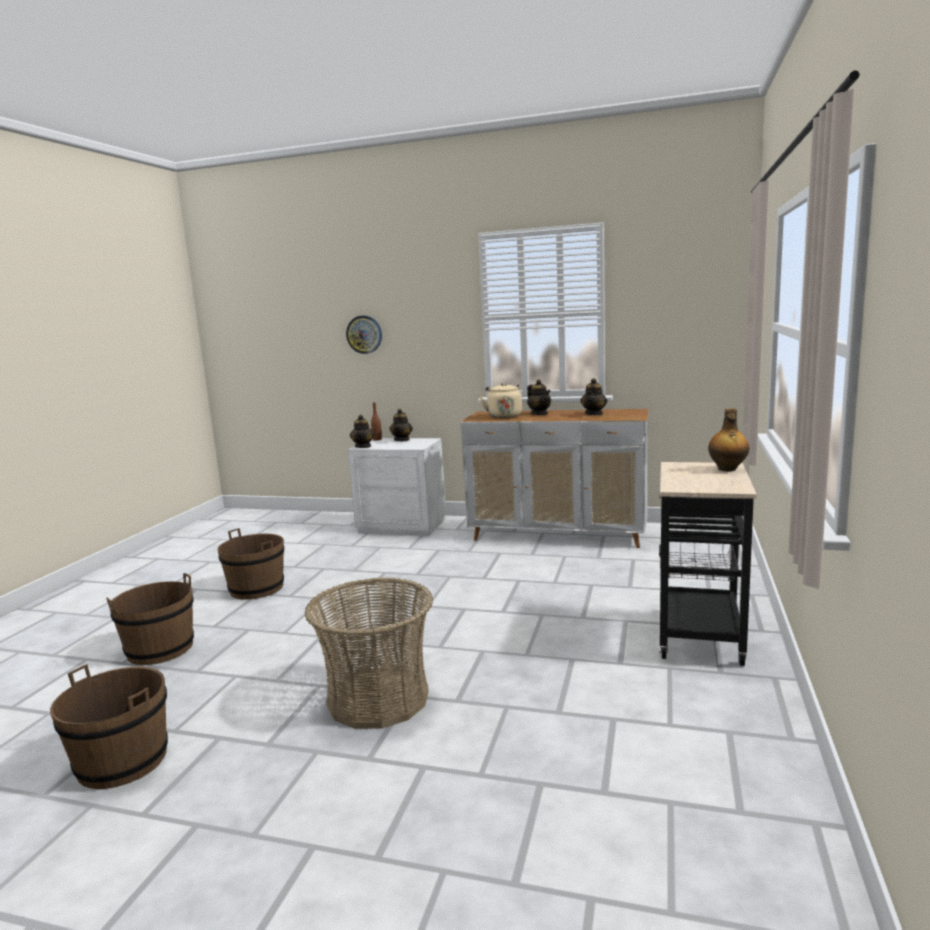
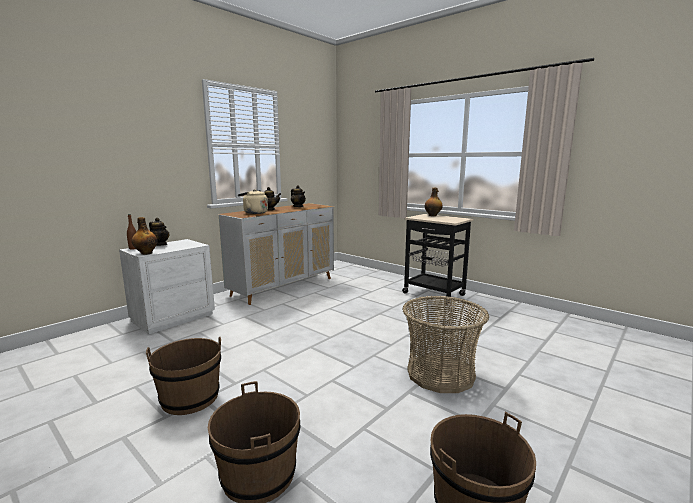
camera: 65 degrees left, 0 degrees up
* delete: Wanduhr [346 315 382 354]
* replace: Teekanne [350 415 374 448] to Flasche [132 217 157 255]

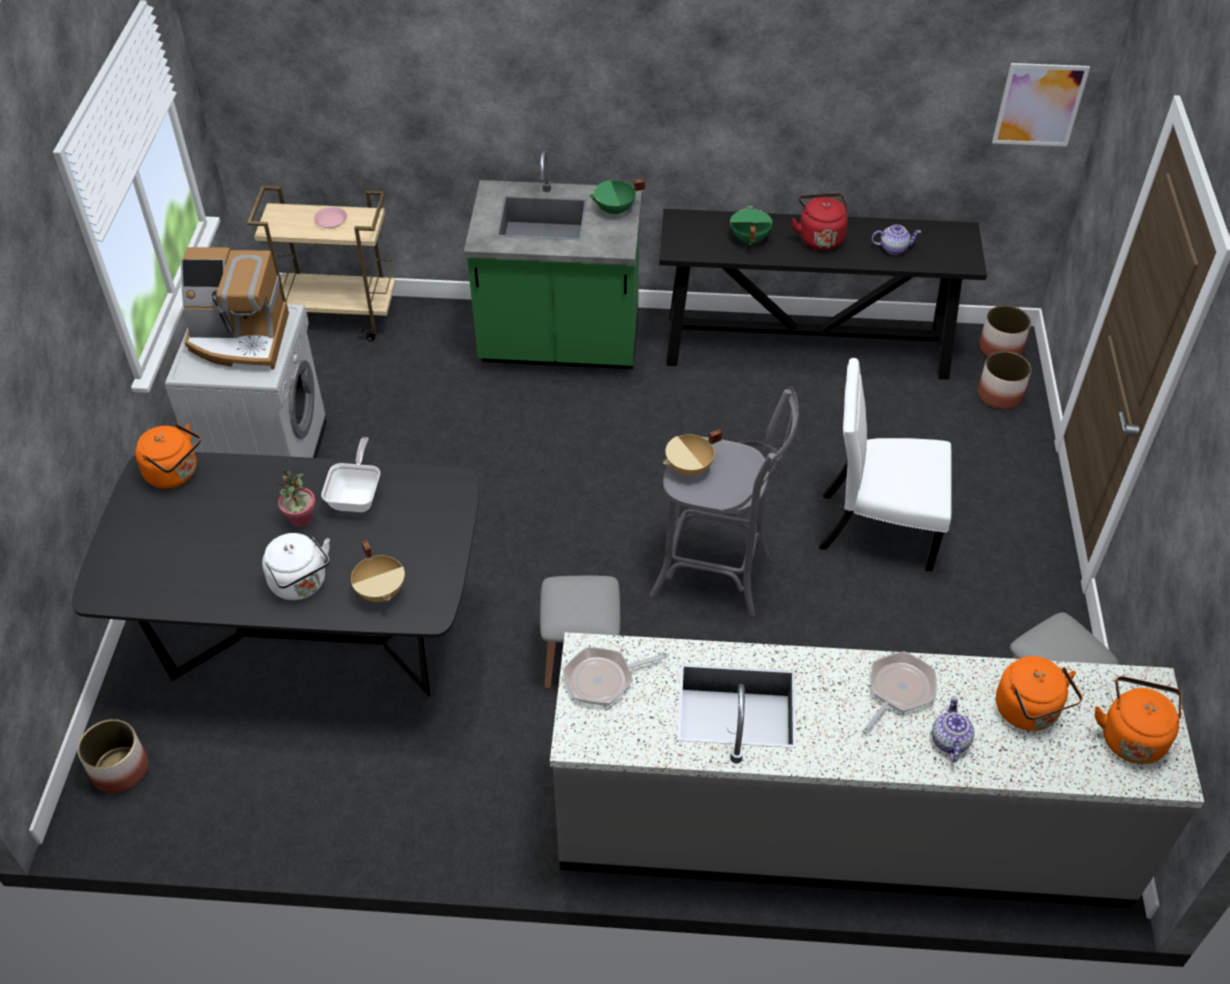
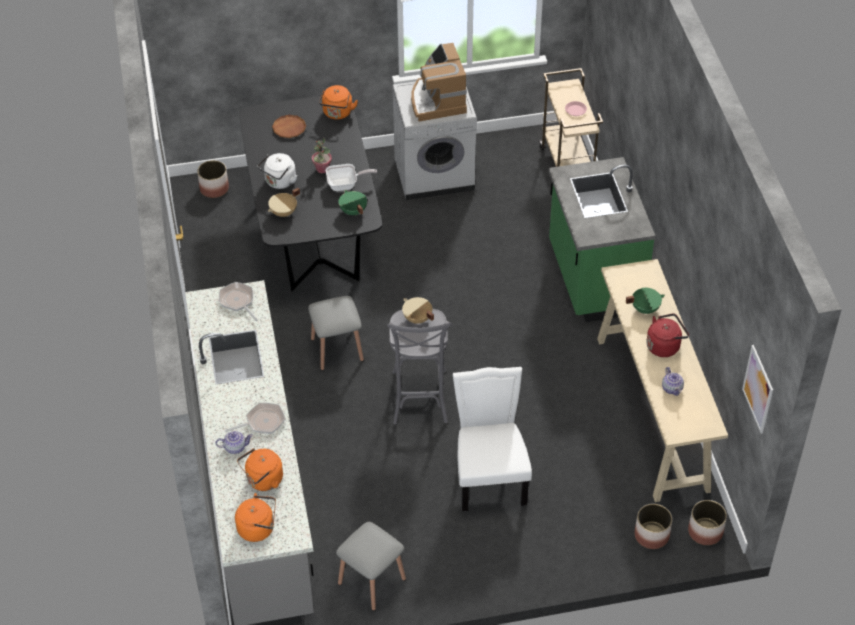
camera: 75 degrees right, 0 degrees up
* move: Kochtopf [grün] [589 179 645 216] to [338 190 367 216]
* recolor: Konsolentisch [schwarz] [659 209 987 380] to Konsolentisch [beige] [597 259 728 502]
* rotate: Pfanne [862 651 937 734] = [225 403 285 434] 45 degrees counterclockwise
* insert: Teller [braun] [272 115 306 138]

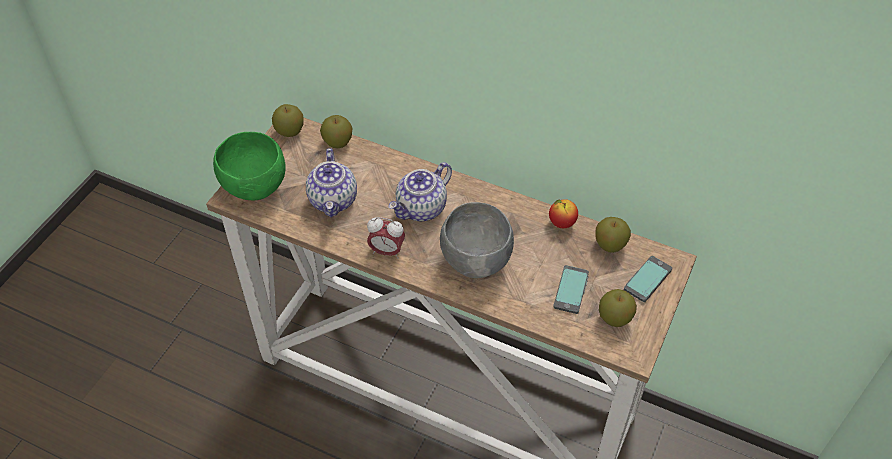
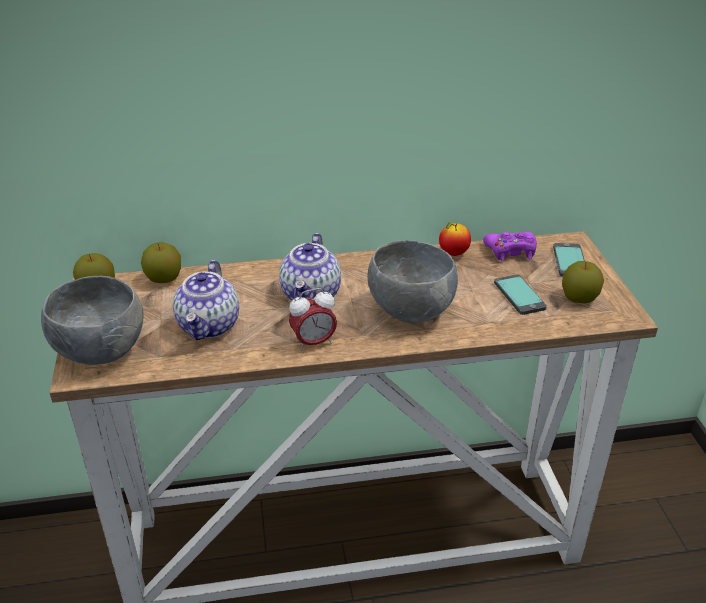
camera: 35 degrees left, 15 degrees down
* recolor: Schüssel [grün] [213 132 286 200] to Schüssel [grau] [41 276 143 365]
* rotate: Teekanne [306 148 357 217] = [173 260 239 340] 45 degrees clockwise
* replace: Apfel [596 217 631 253] to Gamepad [lila] [483 232 537 261]

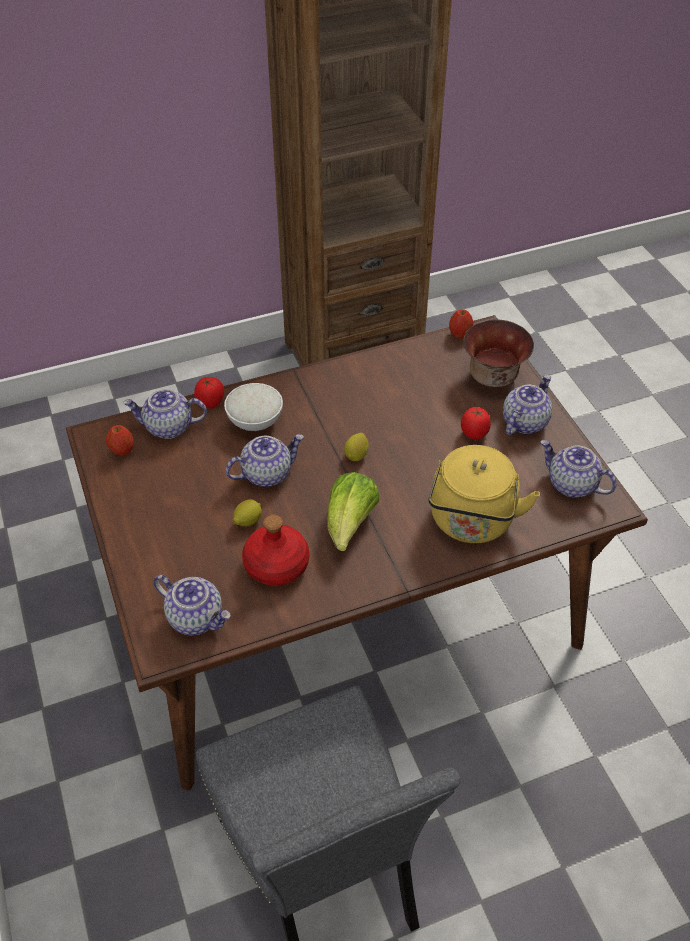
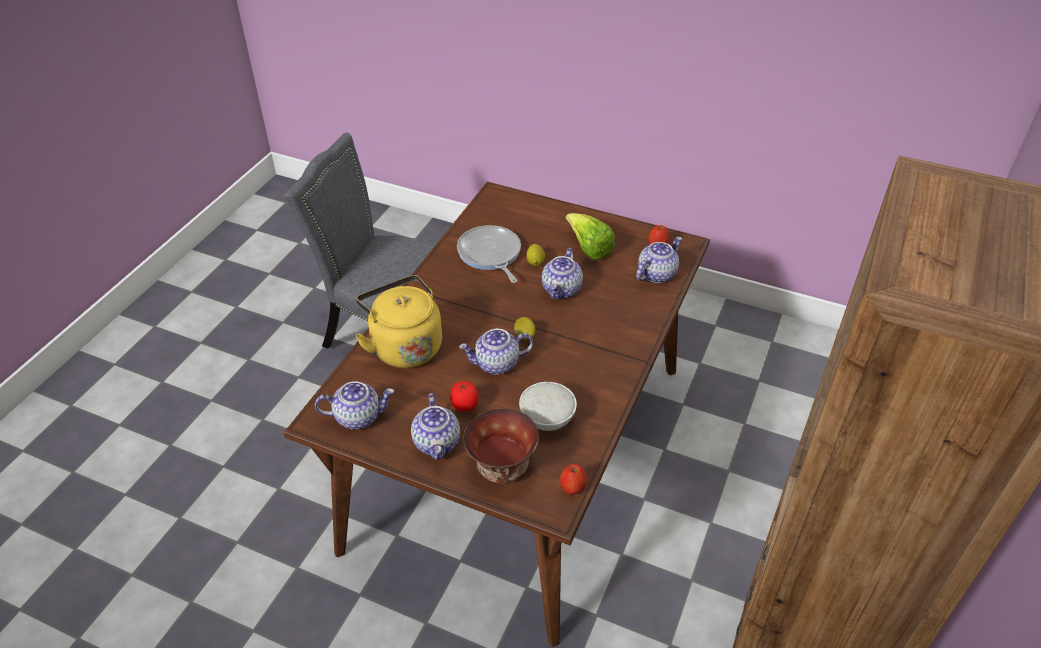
camera: 135 degrees right, 5 degrees down
* move: Teekanne [153 575 231 636] to [459 329 533 375]
* delete: Tomate [194 377 224 408]
* move: Schüssel [weiß] [224 383 283 431] to [519 382 577 431]
* replace: Flasche [rot] [242 514 309 586] to Pfanne [457 225 521 283]
* move: Salatkopf [327 472 379 551] to [566 213 615 260]

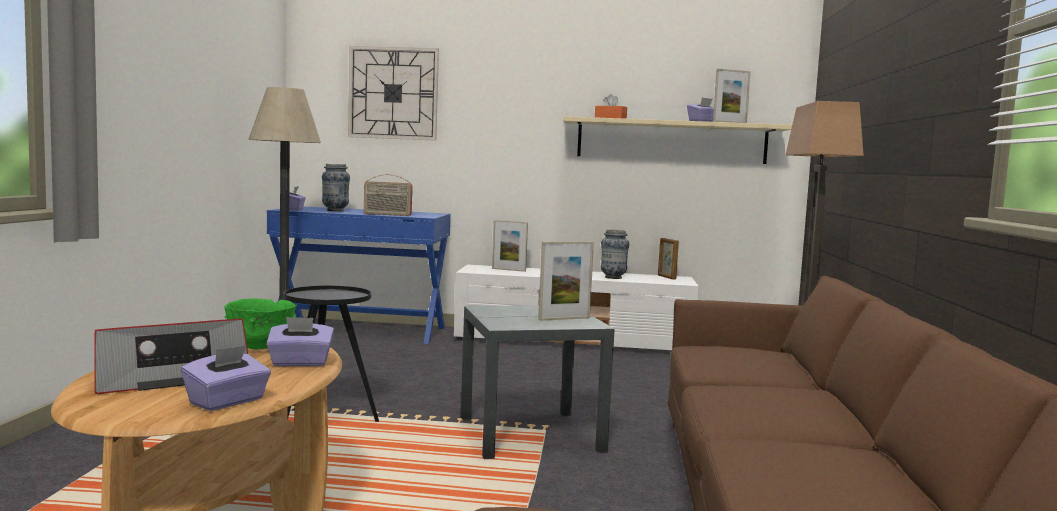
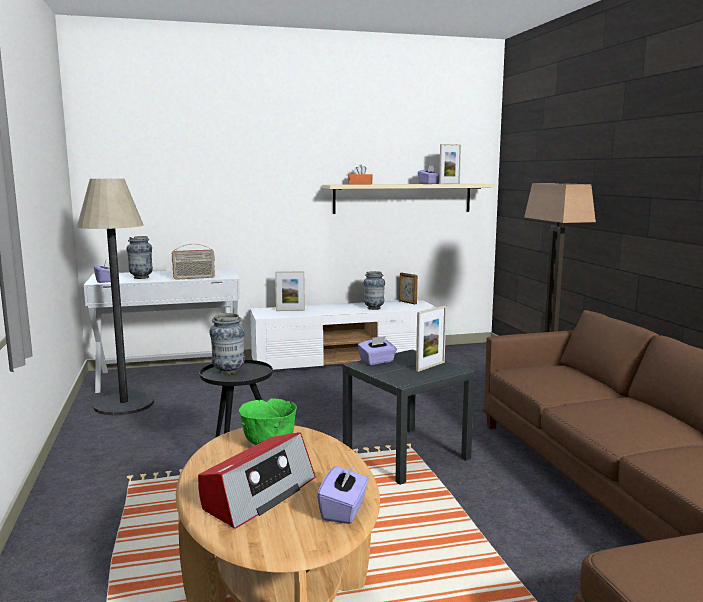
camera: 20 degrees left, 5 degrees up
* move: Taschentuchbox [lila] [266 317 334 366] to [358 336 397 365]
* recolor: Konsolentisch [blau] [267 207 451 344] to Konsolentisch [weiß] [83 268 240 393]
* delete: Wanduhr [348 46 439 141]
* insert: Vase [209 313 245 375]

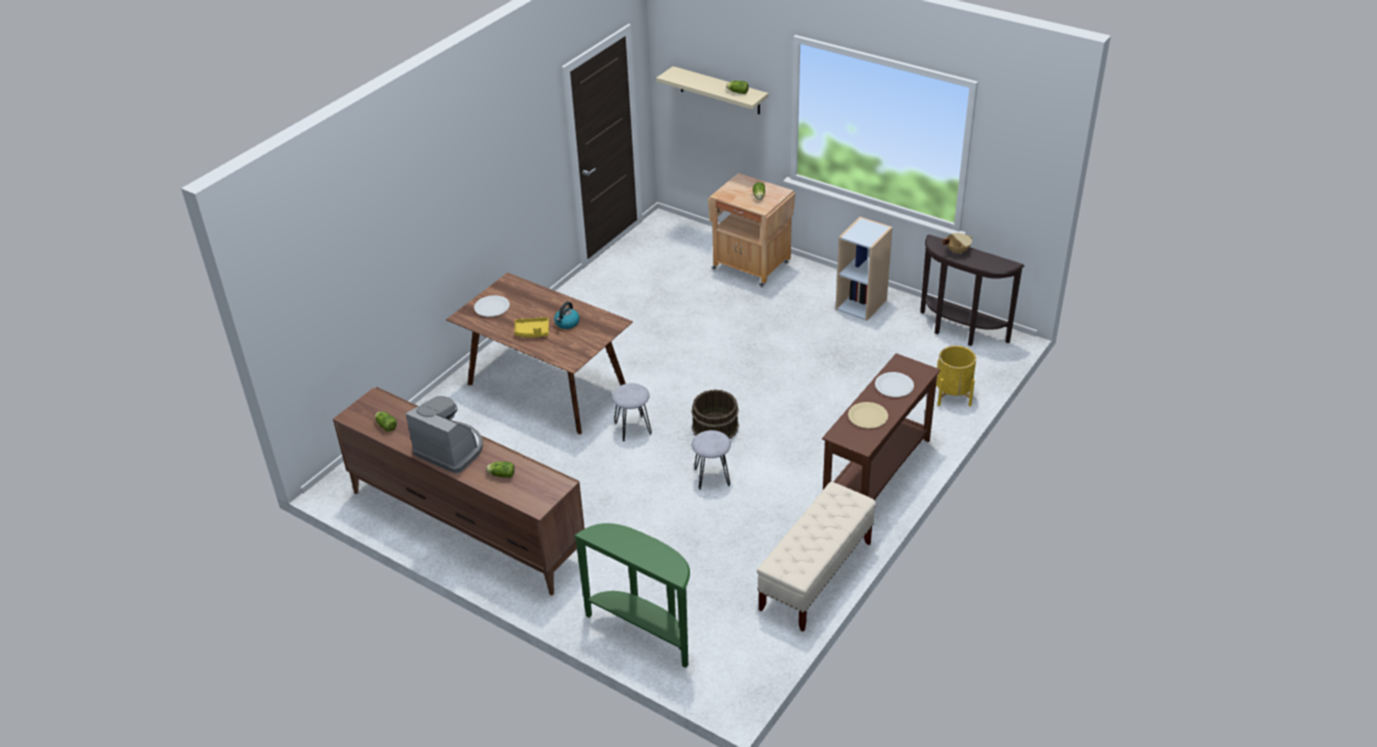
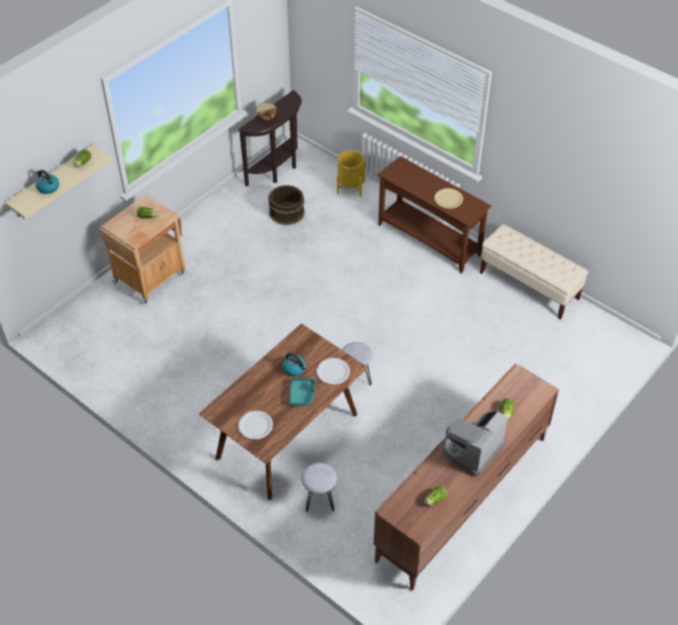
camera: 85 degrees left, 10 degrees up
* recolor: Tablett [gelb] [514 317 549 337] to Tablett [türkis] [289 378 315 406]
* delete: Konsolentisch [grün] [574 523 690 668]
* move: Eimer [braun] [691 390 739 439] to [268 185 305 225]
* move: Hocker [grau] [692 430 731 490] to [301 463 337 512]
* delete: Bücherregal [835 217 893 321]
* move: Teller [weiß] [875 372 914 397] to [317 358 350 385]
* insert: Wasserkessel [36 170 59 194]

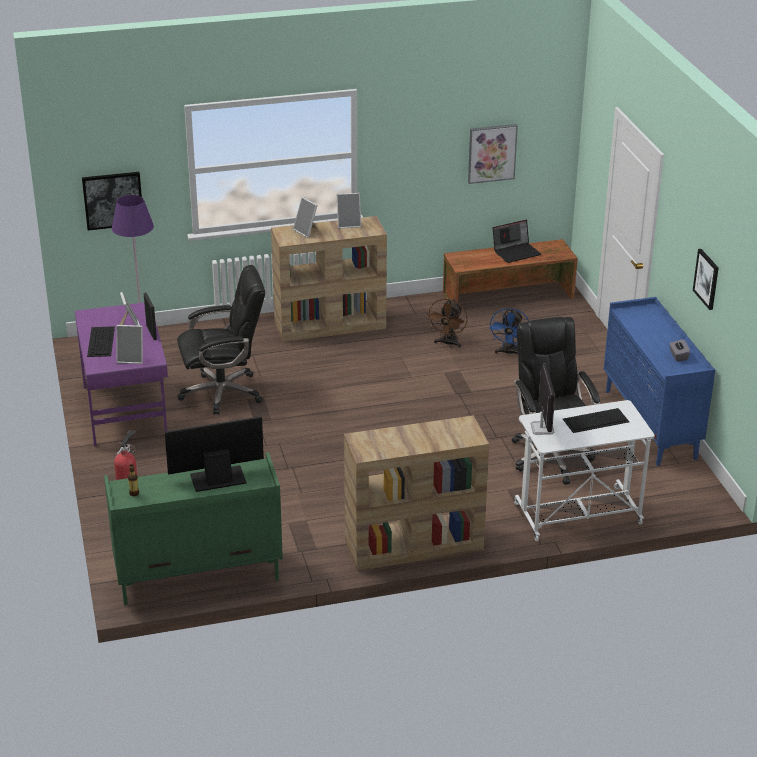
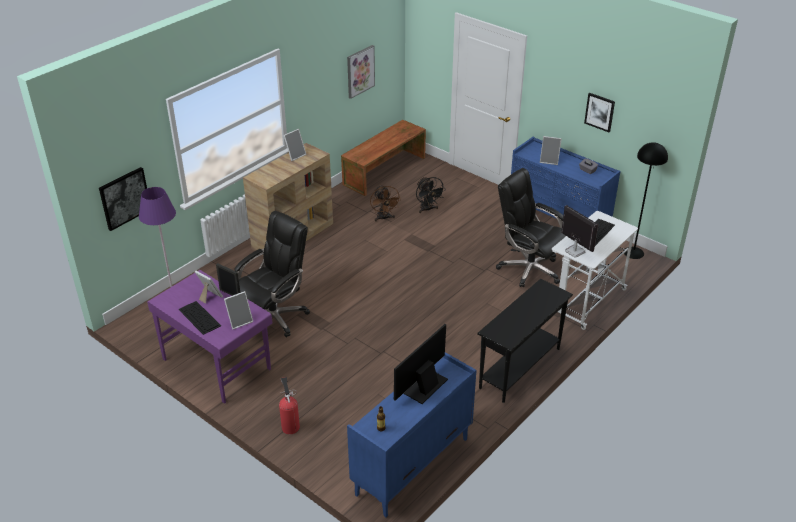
camera: 35 degrees left, 5 degrees up
* recolor: Schrank [grün] [104 452 283 605] to Schrank [blau] [347 352 476 517]
* move: Bilderrahmen [293 197 318 238] to [540 136 562 165]
* replace: Bücherregal [braun] [344 415 489 571] to Konsolentisch [schwarz] [477 279 573 403]
* recolor: Ventilator [blau] [489 307 529 356] to Ventilator [schwarz] [416 177 446 213]
* delete: Laptop [493 219 541 263]
* insert: Stehlampe [schwarz] [623 142 668 259]

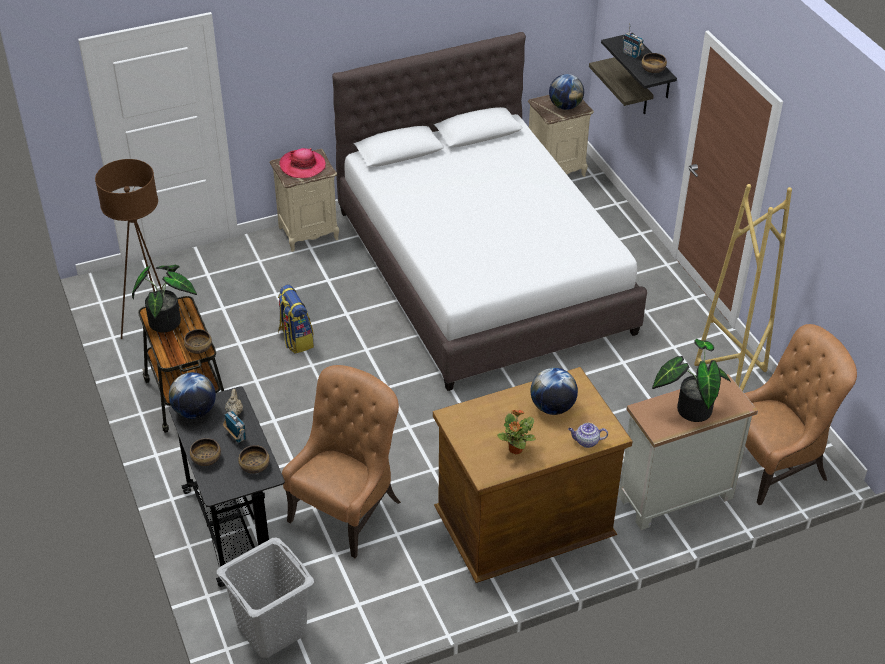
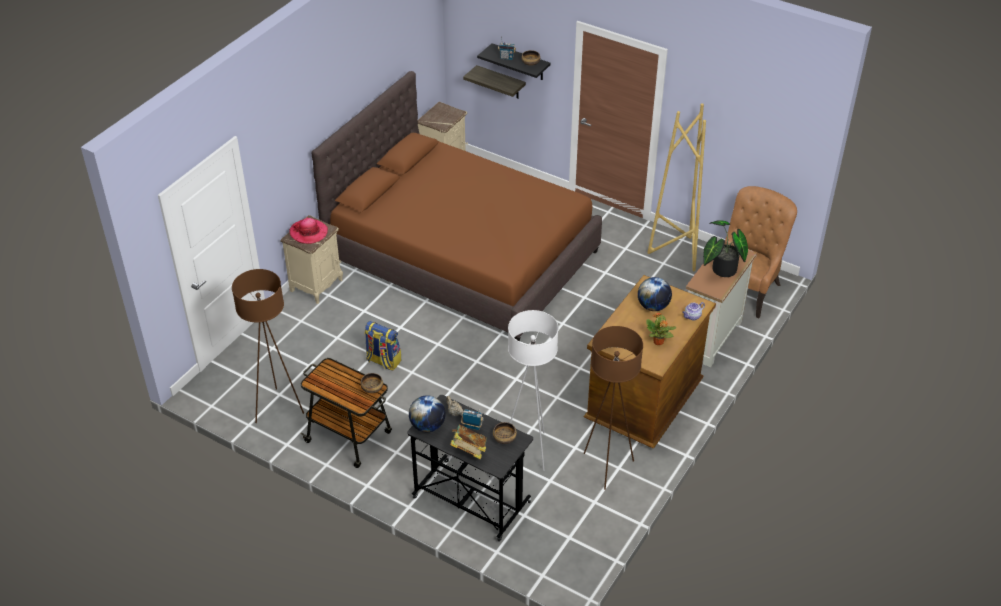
camera: 35 degrees left, 0 degrees up
* delete: Topfpflanze [132 265 197 332]
* replace: Schüssel [190 438 221 466] to Buch [450 425 487 459]
* delete: Wäschekorb [grau] [217 537 314 658]
* replace: Stuhl [braun] [282 365 401 558] to Stehlampe [weiß] [508 310 558 471]
* recolor: Bett [weiß] [332 32 647 391] to Bett [braun] [312 71 602 341]
* delete: Globus [549 74 584 110]
* insert: Stehlampe [braun] [584 326 643 490]

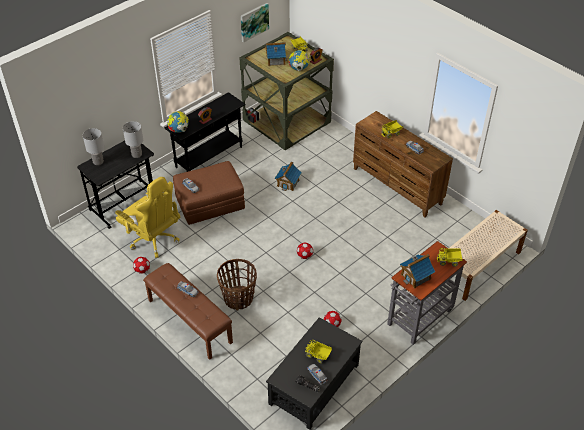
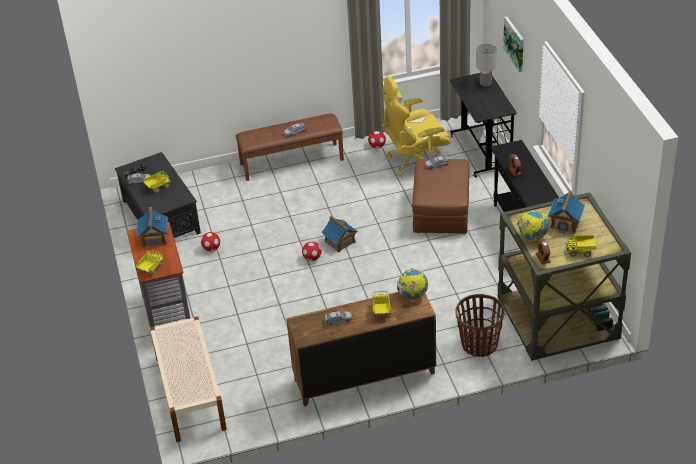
camera: 120 degrees right, 5 degrees down
* delete: Tischlampe [grau] [123 121 143 158]
* move: Globus [167 111 189 133] to [397 268 428 299]
* move: Korb [217 259 257 310] to [455 294 505 357]
* move: Bild [241 3 269 43] to [503 16 524 72]
* move: Spielzeughaus [275 162 302 191] to [321 216 358 253]

